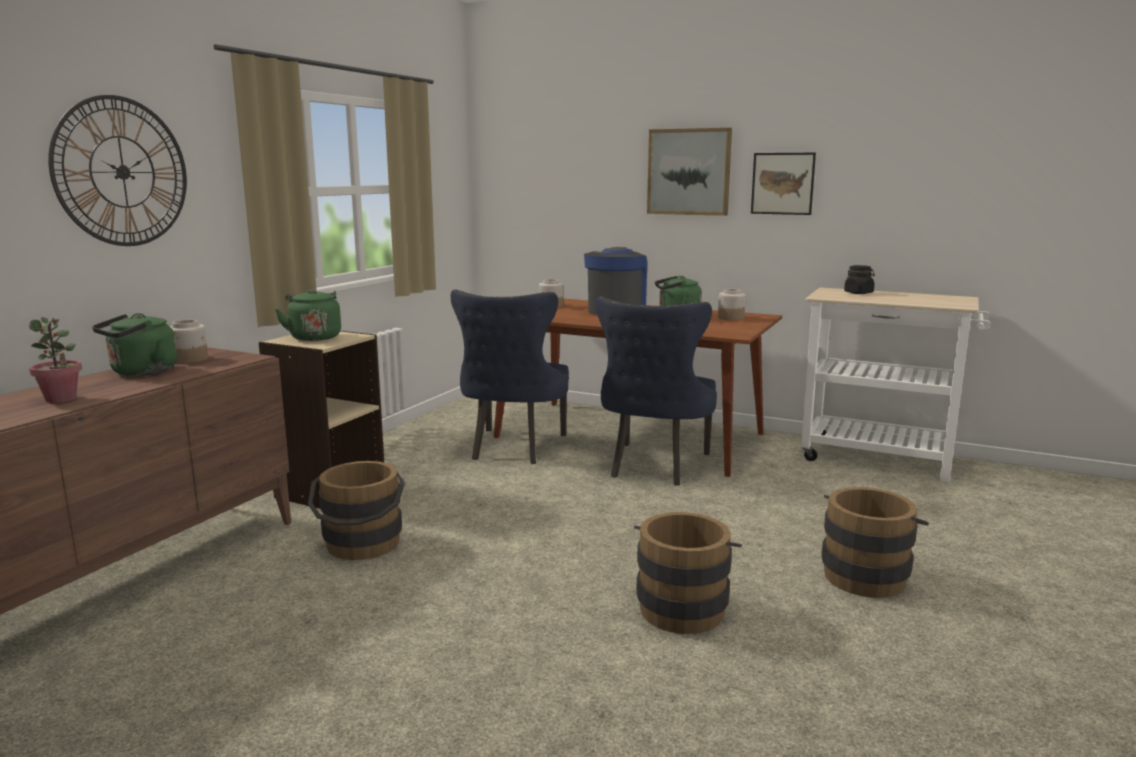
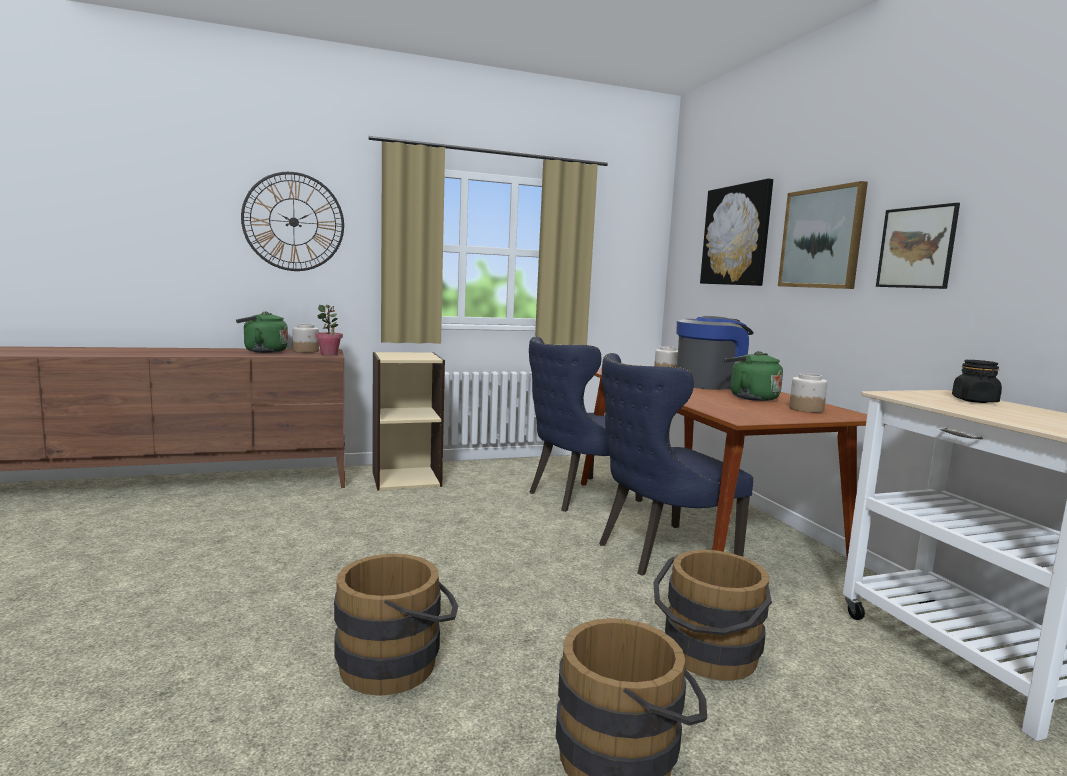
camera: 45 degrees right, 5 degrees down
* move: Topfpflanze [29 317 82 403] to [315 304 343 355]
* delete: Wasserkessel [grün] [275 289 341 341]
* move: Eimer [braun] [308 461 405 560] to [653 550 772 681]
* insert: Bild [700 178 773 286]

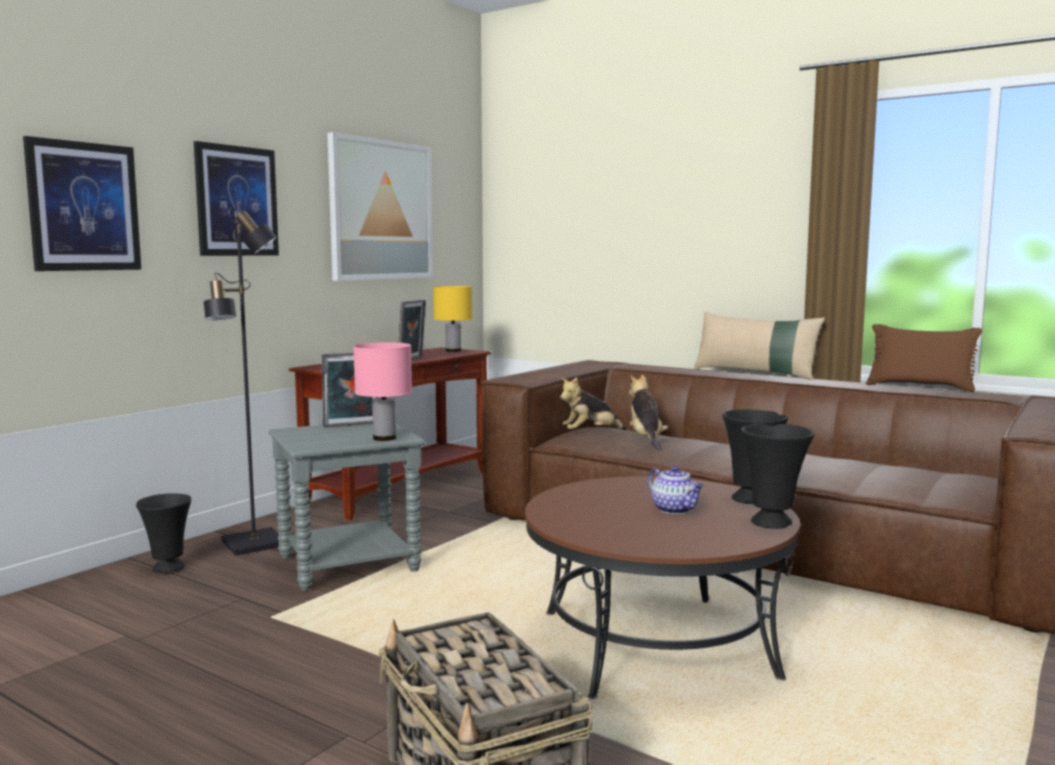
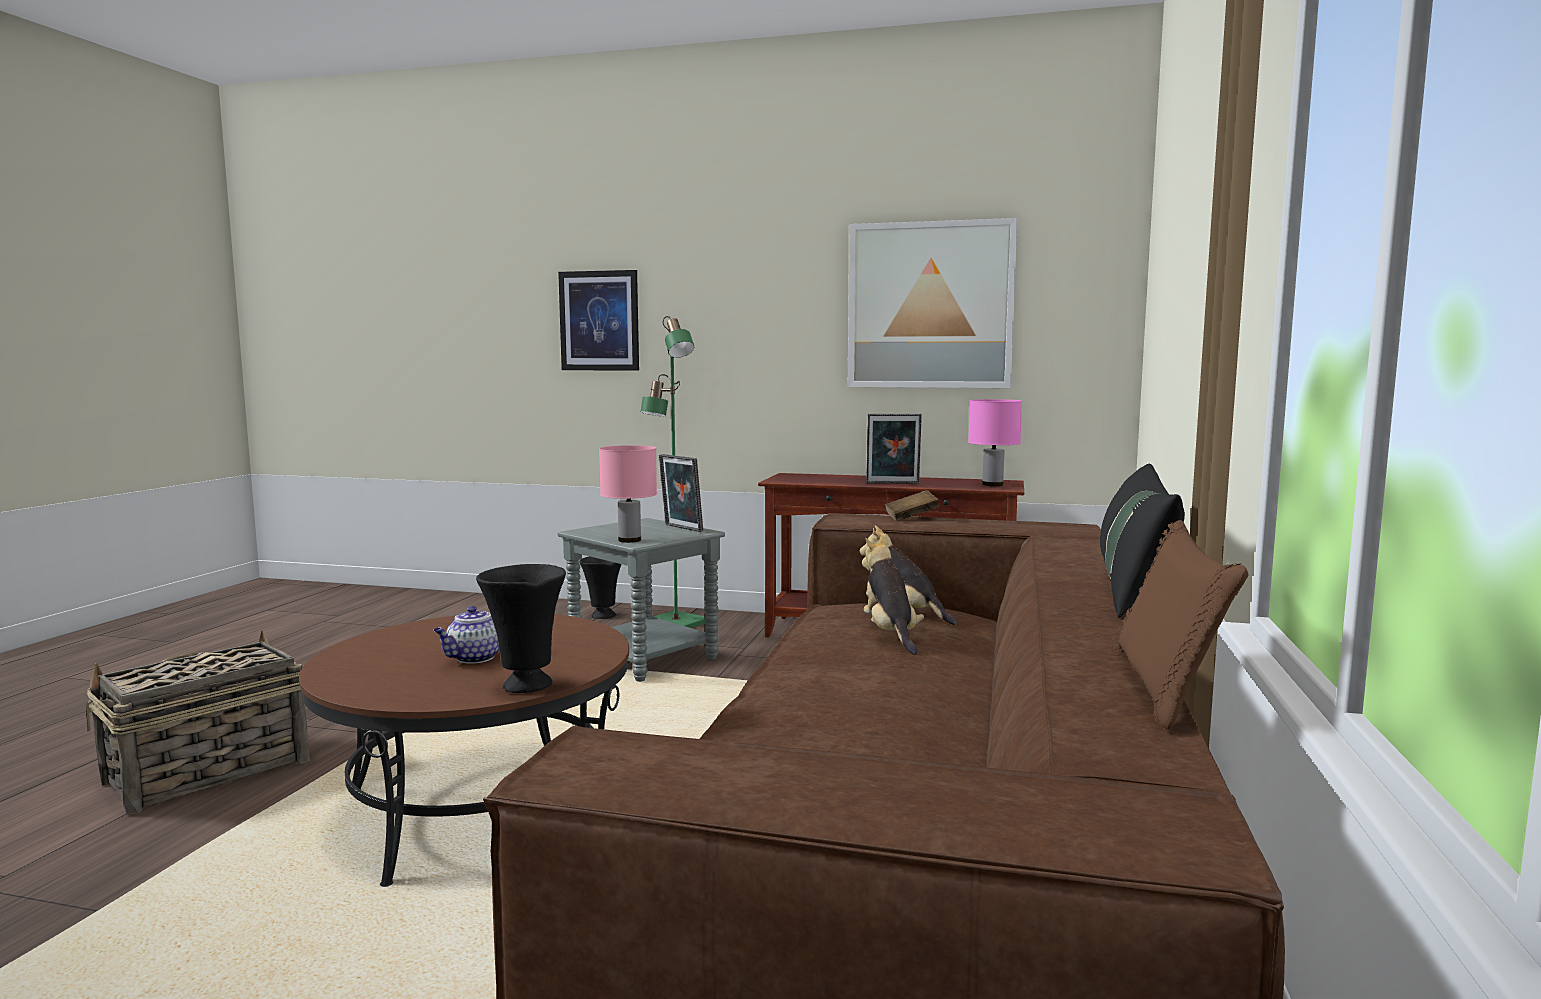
camera: 70 degrees right, 0 degrees up
* delete: Bild [194 141 279 256]
* recolor: Stehlampe [schwarz] [204 208 279 556] to Stehlampe [grün] [640 316 706 628]
* recolor: Tischlampe [gelb] [433 286 472 352] to Tischlampe [rosa] [968 399 1022 486]
* rotate: Plüschtier [629 375 668 449] = [862 536 924 655] 75 degrees counterclockwise
* recolor: Kissen [beige] [694 312 825 380] to Kissen [schwarz] [1100 464 1185 618]
* delete: Vase [schwarz] [741 424 815 529]
* insert: Buch [braun] [885 490 940 521]

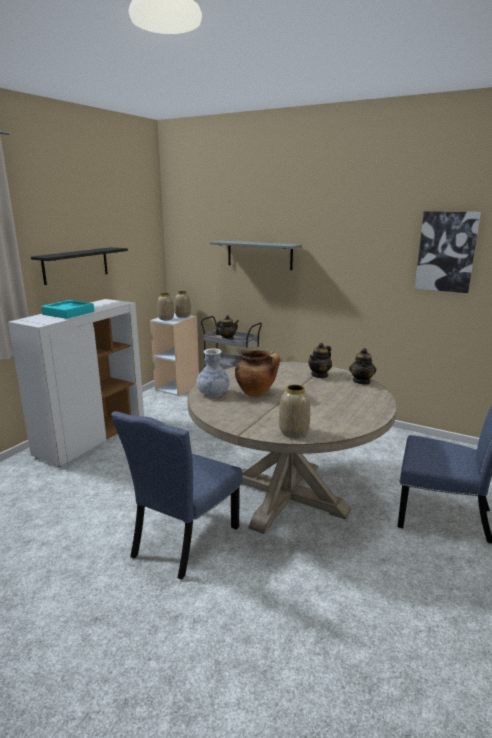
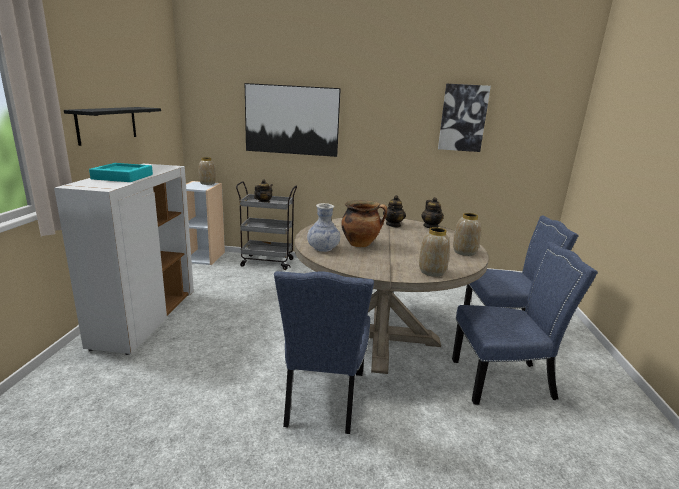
camera: 25 degrees left, 0 degrees up
* move: Vase [157 293 174 320] to [453 213 481 256]
* replace: Wandregal [grau] [210 240 302 270] to Bild [245 83 341 157]
* insert: Stuhl [blau] [452 241 598 405]

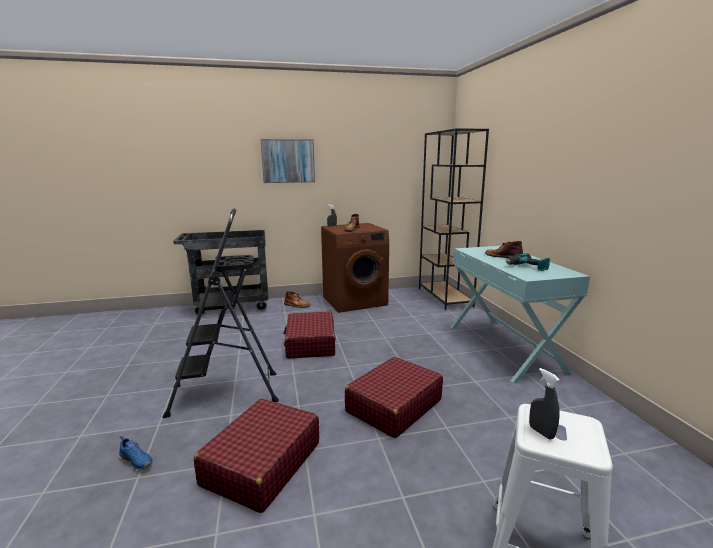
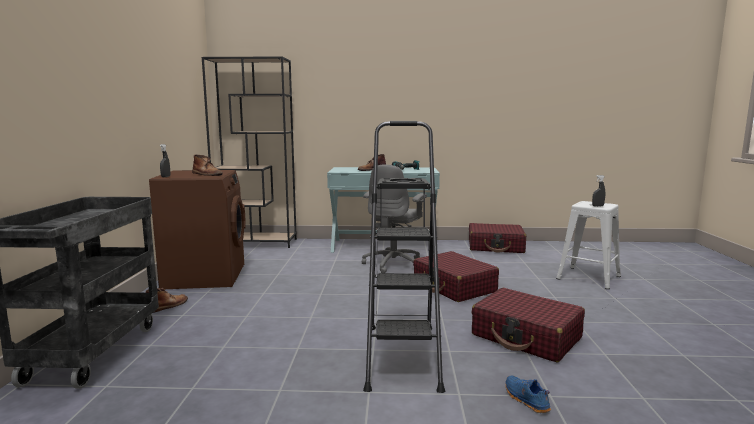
camera: 75 degrees left, 5 degrees down
* rotate: Schuh [blau] [119 436 153 471] = [505 375 551 413] 75 degrees counterclockwise
* delete: Bild [261 139 315 183]
* move: Koffer [rot] [283 311 335 359] to [469 223 526 253]
* insert: Bürostuhl [grau] [362 164 427 273]

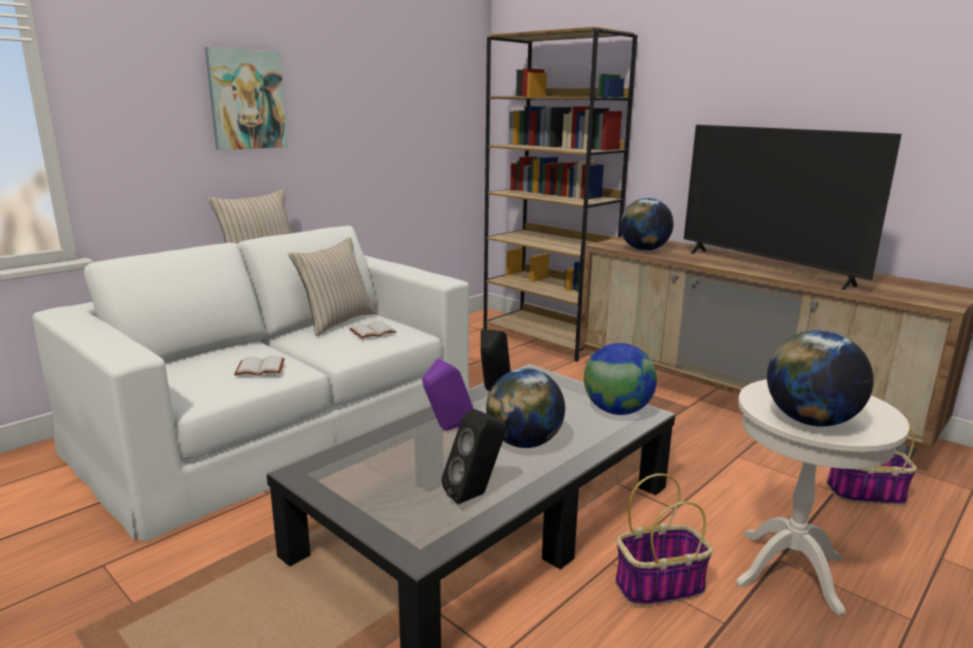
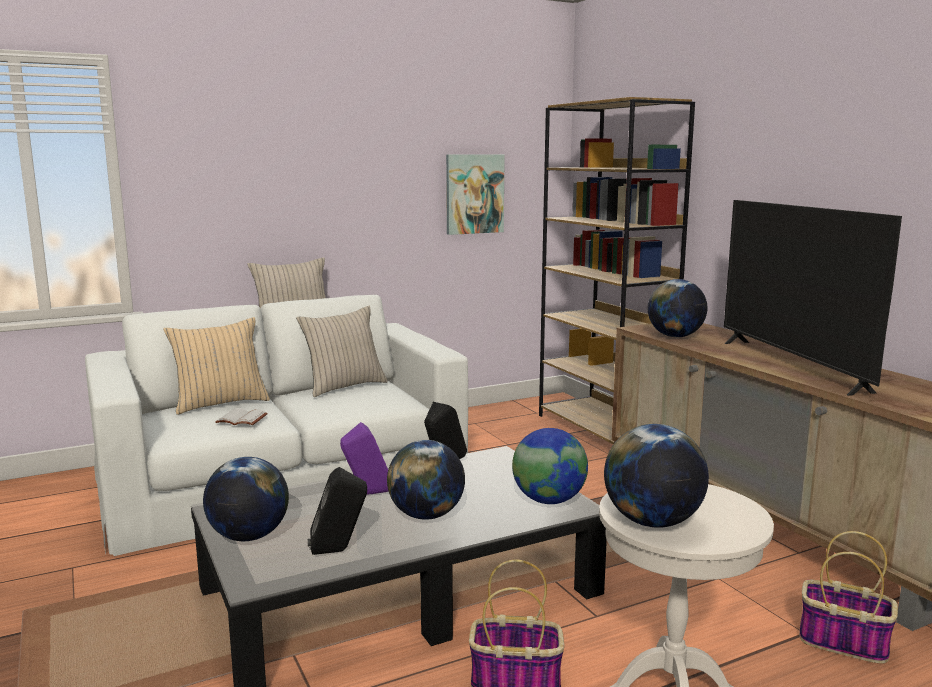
camera: 20 degrees right, 5 degrees down
* move: Bild [205 47 288 150] to [446 155 505 235]
* delete: Buch [weiß] [349 321 396 339]
* insert: Kissen [beige] [163 317 270 415]
* insert: Globus [203 457 289 541]

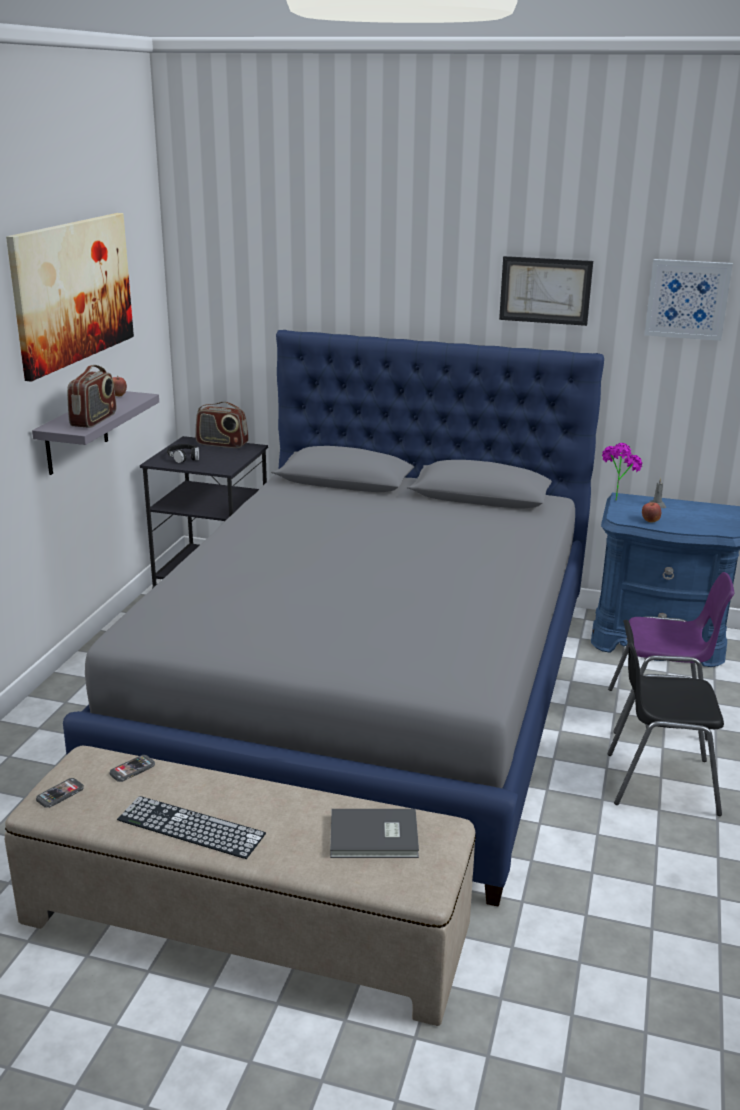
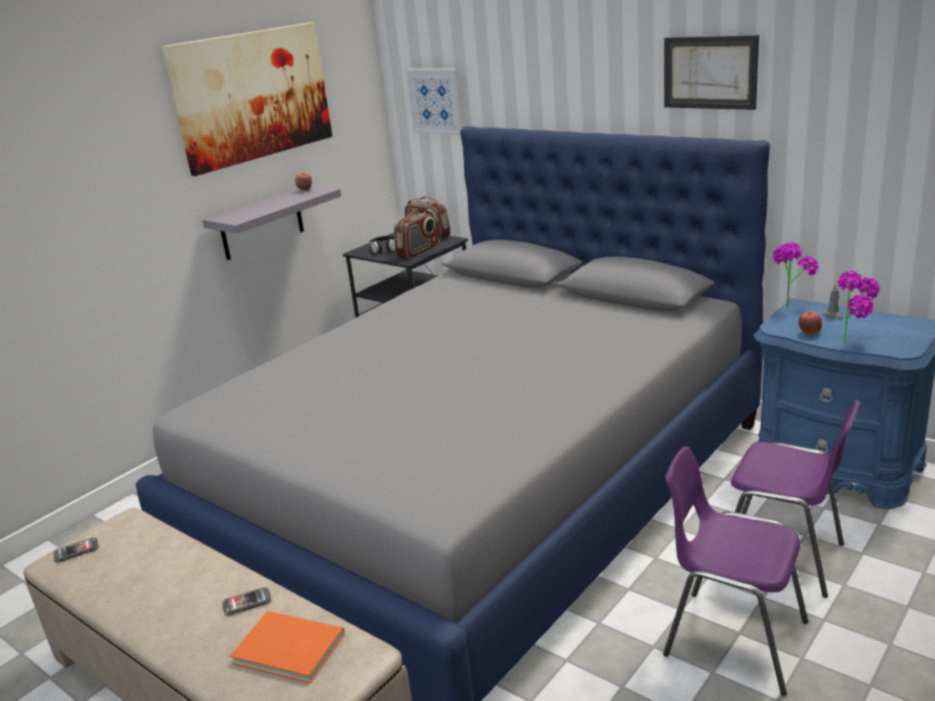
camera: 25 degrees right, 0 degrees up
* move: Radio [67 365 116 428] to [394 208 439 259]
* move: Handy [109 755 155 782] to [223 587 271 616]
* delete: Tastatur [117 796 266 859]
* recolor: Buch [grau] [330 809 419 858] to Buch [orange] [230 611 345 683]
* recolor: Stuhl [schwarz] [607 620 724 816] to Stuhl [lila] [663 446 808 696]
* move: Bild [644 259 733 341] to [406 69 463 136]
* insert: Topfpflanze [838 271 880 342]

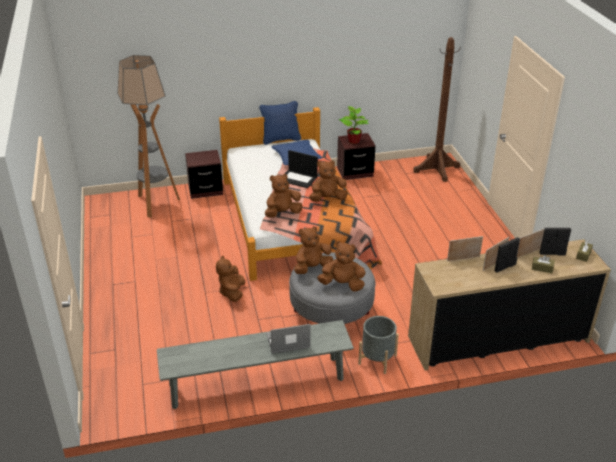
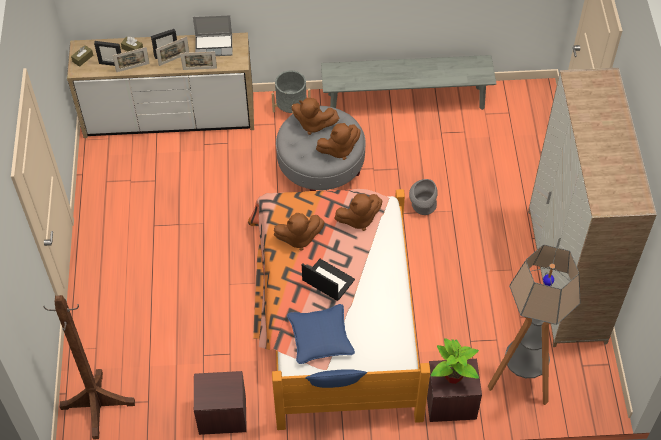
camera: 170 degrees left, 20 degrees up
* replace: Plüschtier [braun] [216 256 246 302] to Vase [grau] [409 179 438 215]
* move: Laptop [266 324 310 354] to [193 15 232 56]
* move: Topfpflanze [339 106 369 144] to [431 338 479 384]
* insert: Kleiderschrank [weiß] [528 68 657 347]

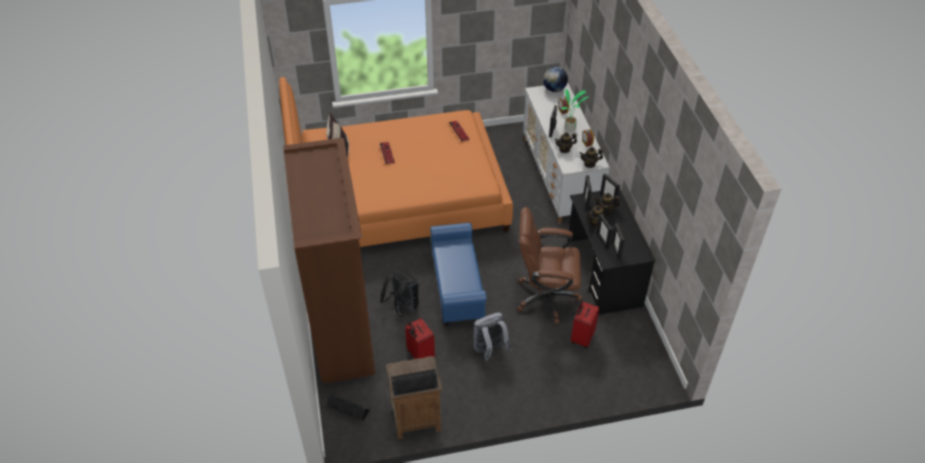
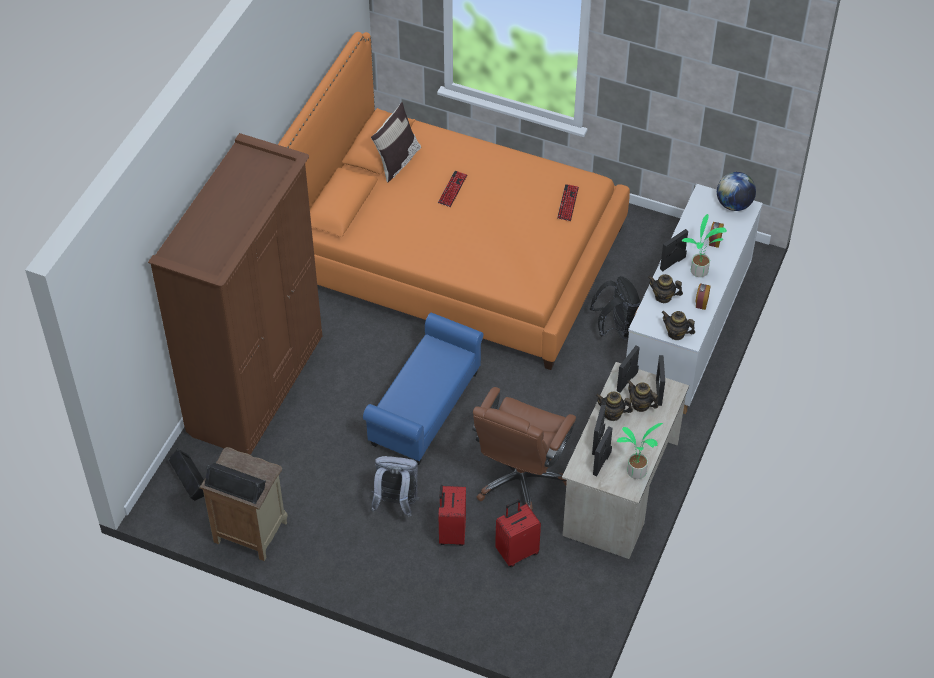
camera: 35 degrees right, 5 degrees up
* move: Rucksack [schwarz] [380 269 419 316] to [590 276 641 340]
* move: Koffer [rot] [405 318 435 359] to [438 485 466 546]
* rotate: Bürostuhl [braun] [517 207 582 324] = [472 387 576 511] 105 degrees counterclockwise
* recolor: Schreibtisch [schwarz] [567 188 656 315] to Schreibtisch [beige] [562 362 689 559]
* insert: Topfpflanze [617 423 663 479]

